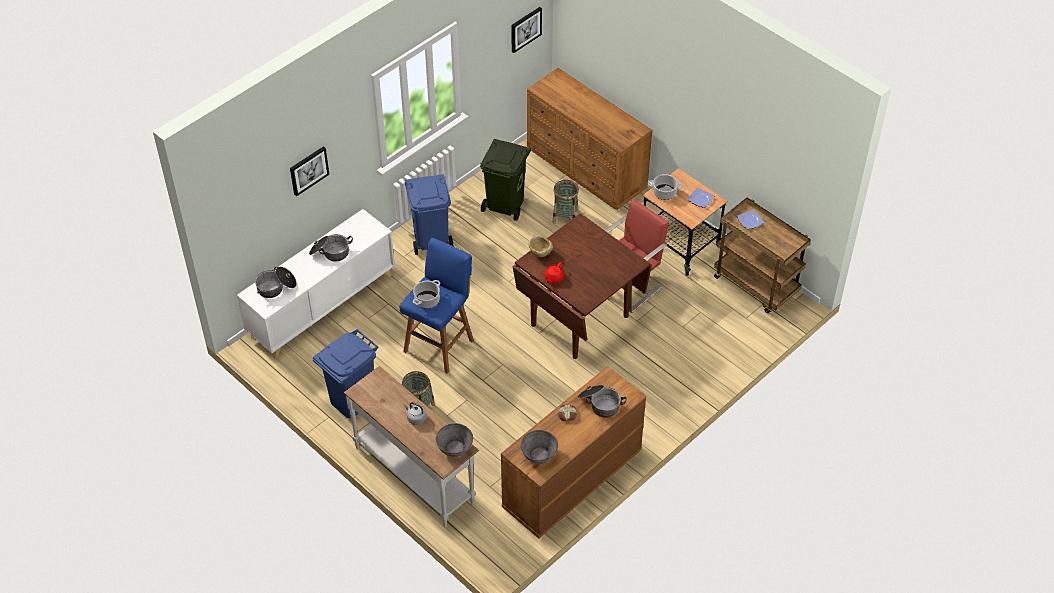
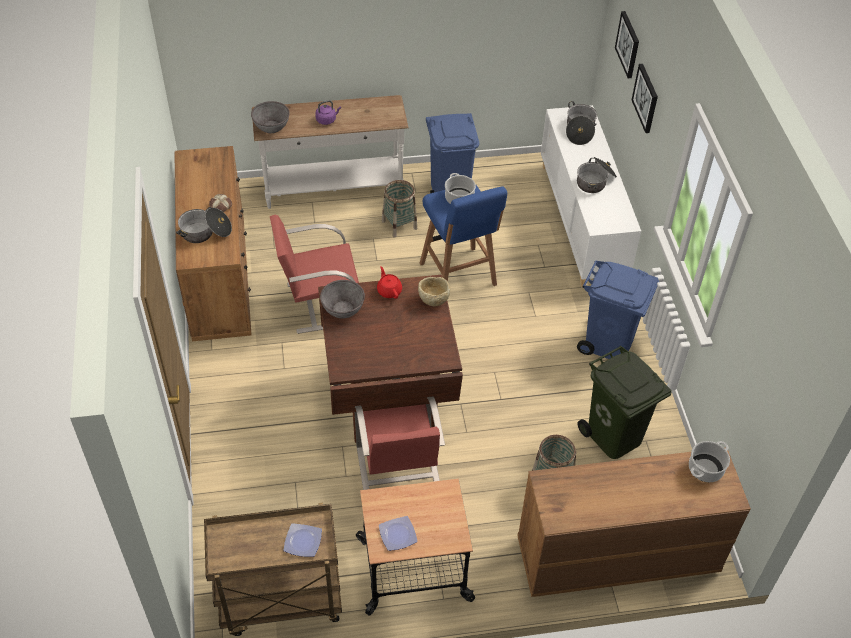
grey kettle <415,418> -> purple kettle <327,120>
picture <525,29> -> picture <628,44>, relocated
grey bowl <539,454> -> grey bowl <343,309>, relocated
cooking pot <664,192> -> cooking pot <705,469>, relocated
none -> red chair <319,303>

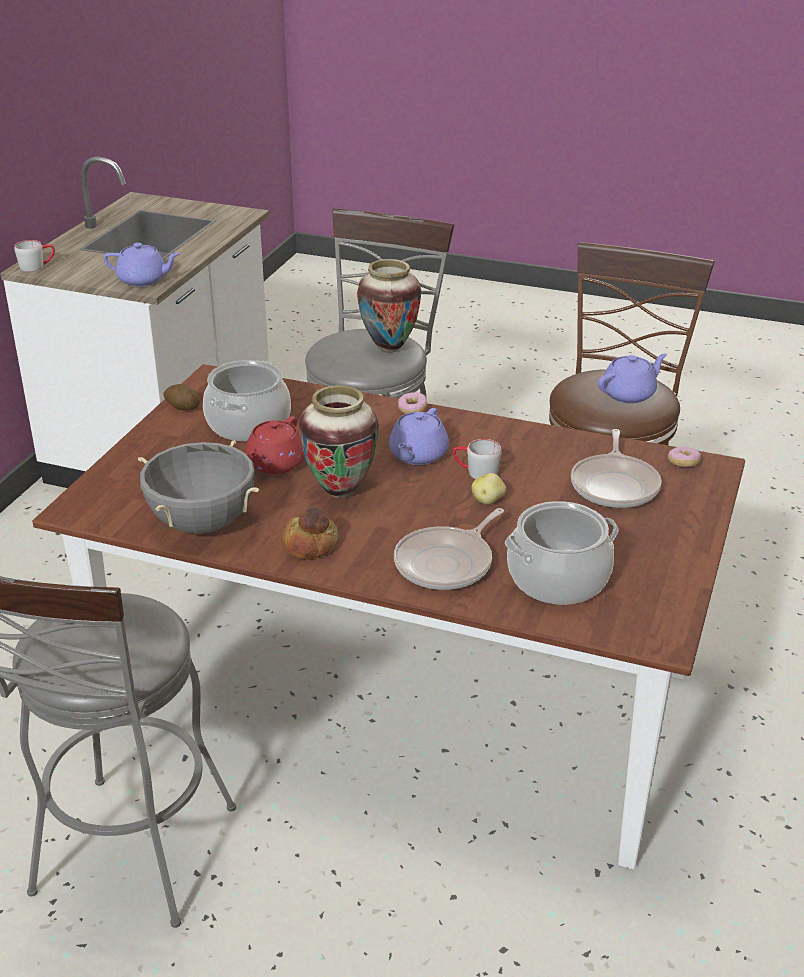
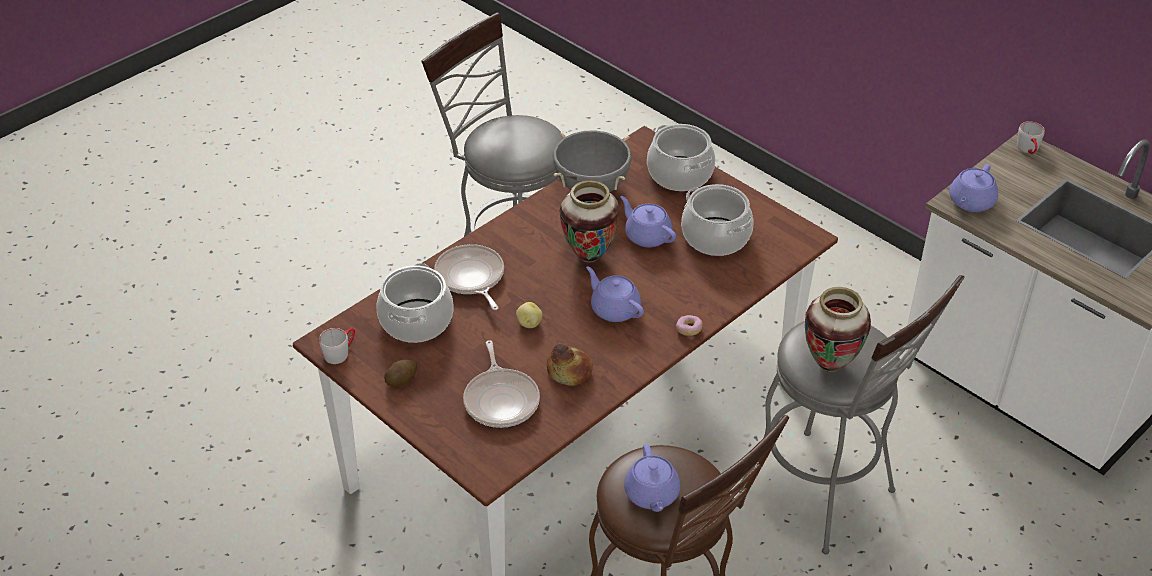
potato <182,407> -> potato <401,380>, relocated
red teapot <275,464> -> purple teapot <647,236>
bread <310,544> -> bread <569,372>, relocated
grey mug <475,472> -> grey mug <340,352>, relocated
frying pan <615,485> -> frying pan <501,400>, 135 degrees counterclockwise
donut <683,463> -> none
none -> cooking pot <679,174>

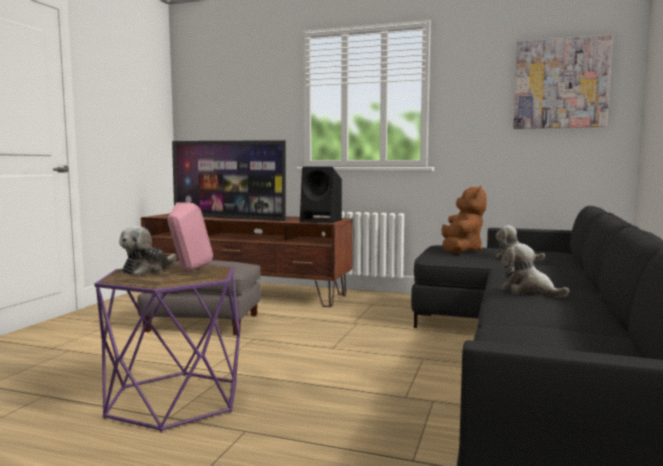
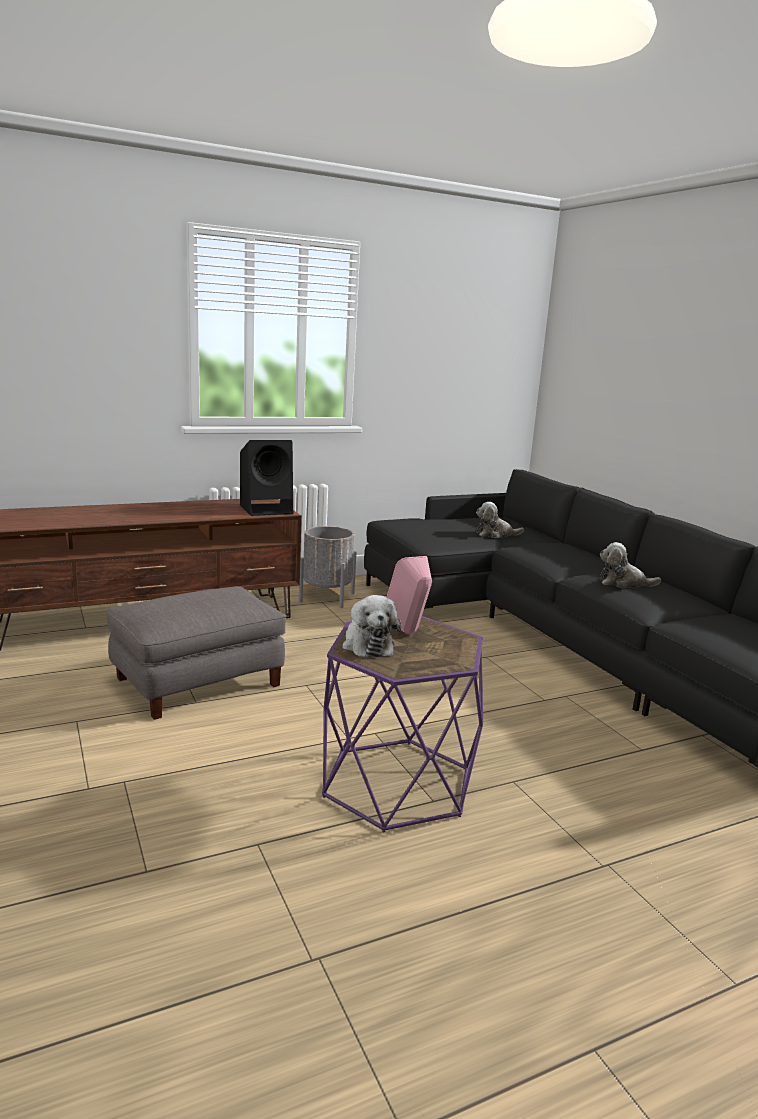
television <229,218> -> none
brown plush toy <461,251> -> none
picture <560,83> -> none
none -> grey planter <327,597>

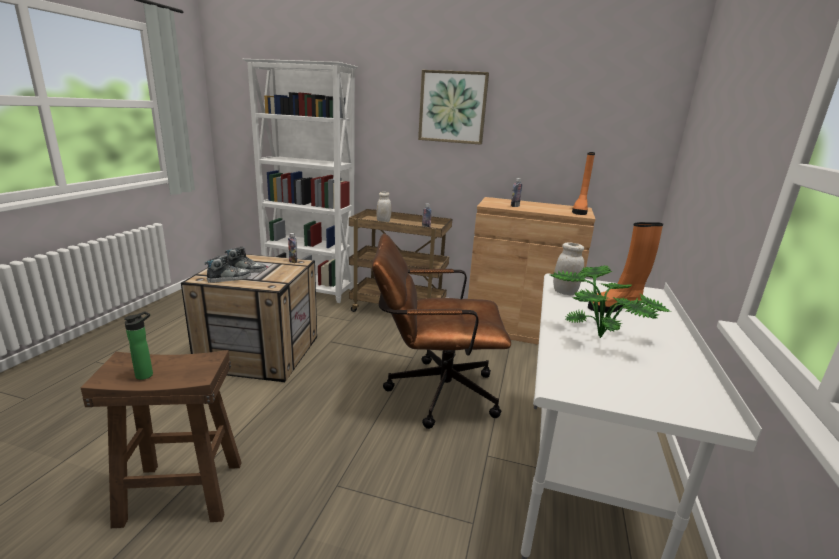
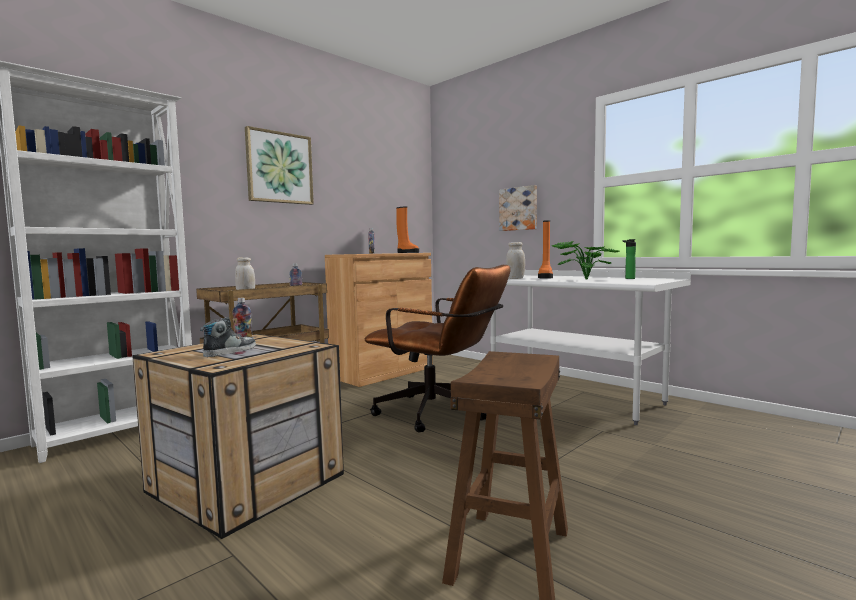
bottle <147,374> -> bottle <628,278>, relocated
shoe <229,278> -> none
brown office chair <432,392> -> brown office chair <440,414>, 90 degrees counterclockwise
none -> picture <519,209>

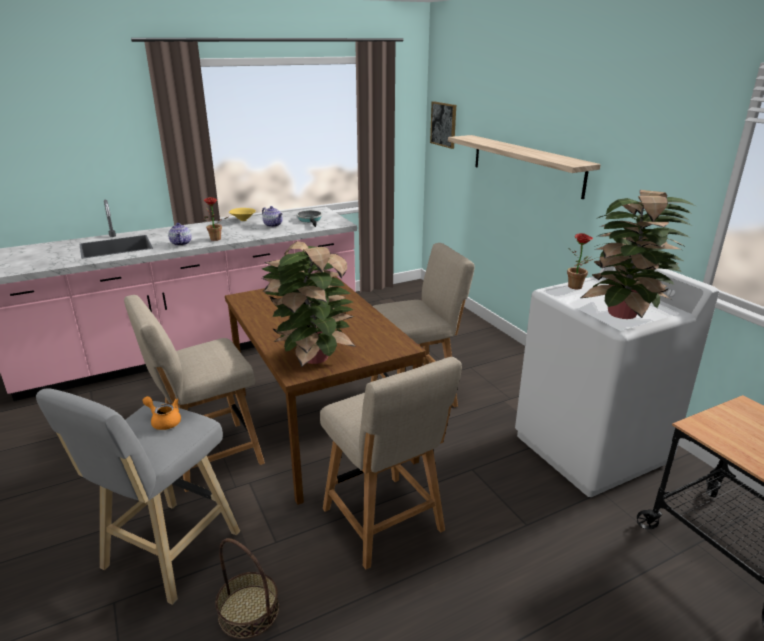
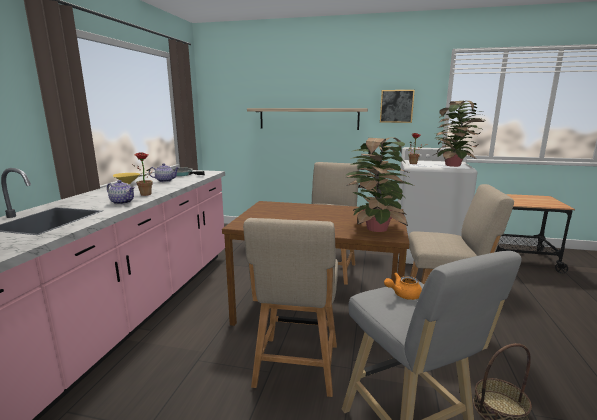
picture <444,124> -> picture <396,106>, relocated

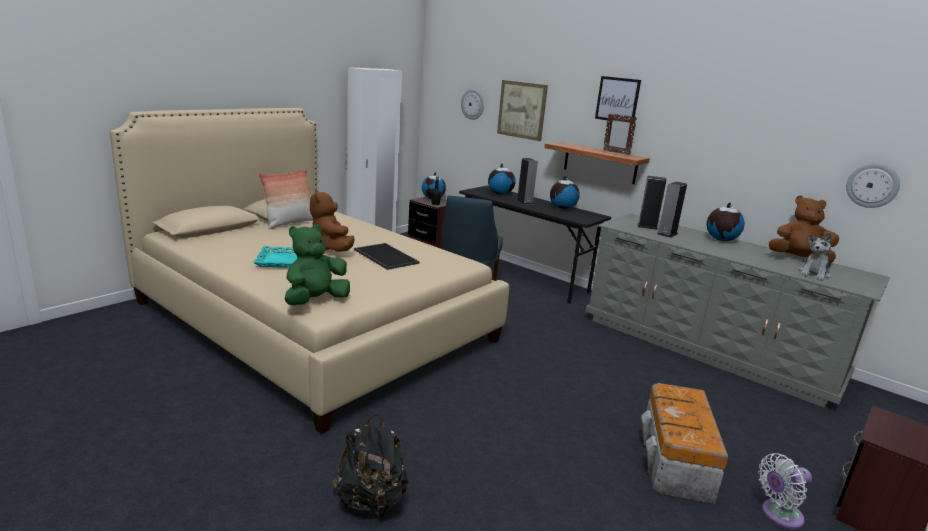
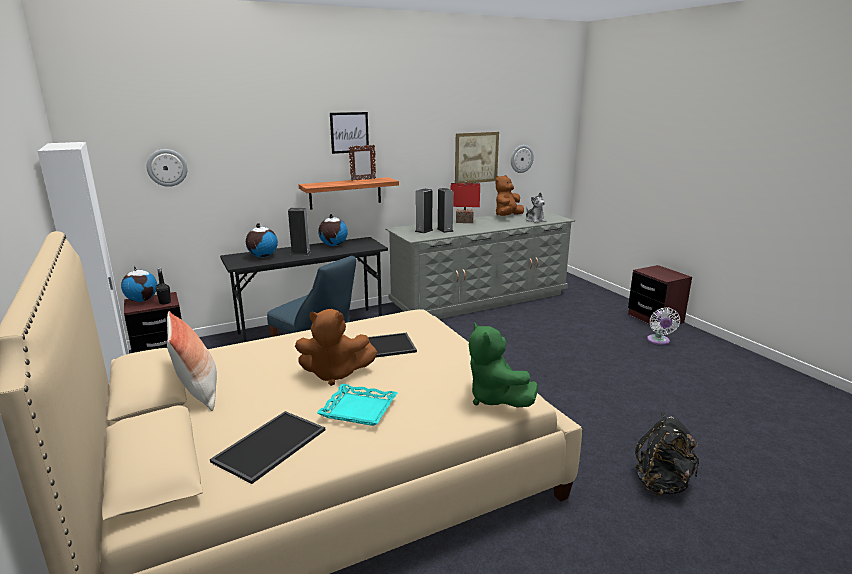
picture <521,110> -> picture <476,157>, relocated
storage box <675,461> -> none
globe <720,240> -> red table lamp <464,222>
none -> tray <270,446>

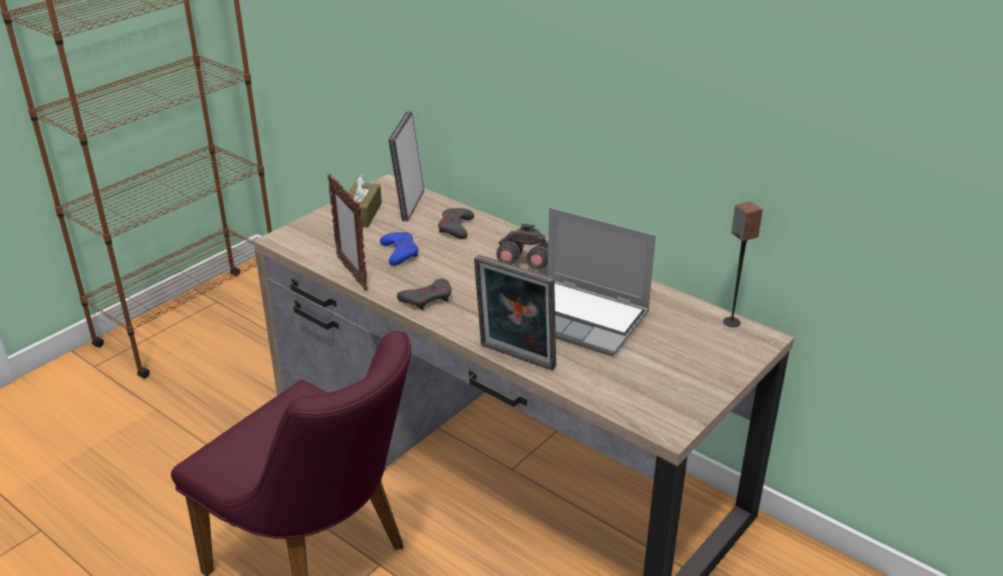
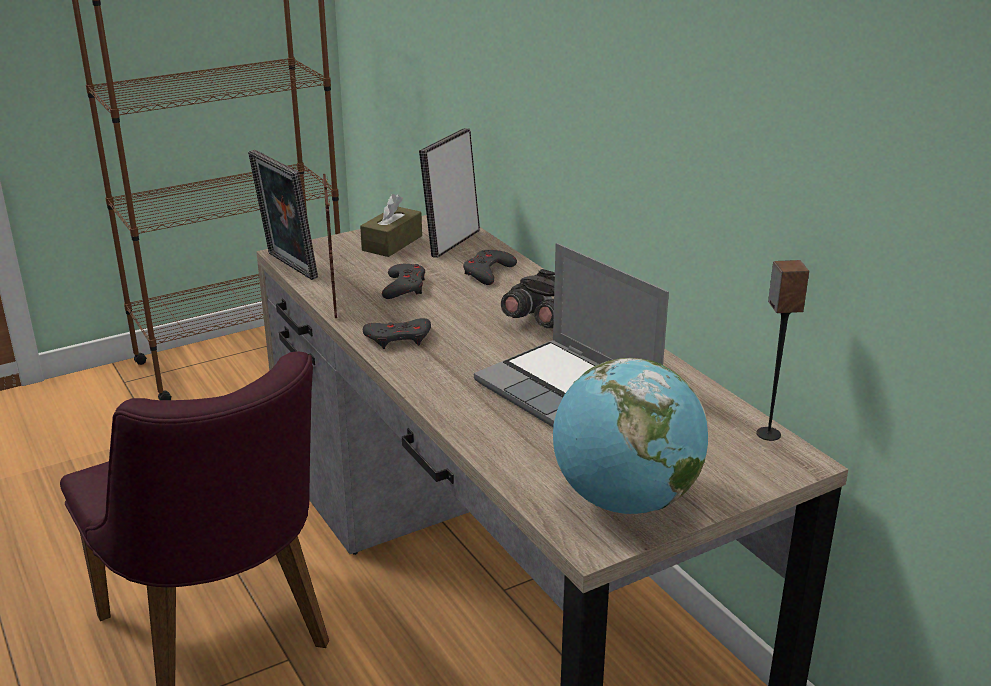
blue game controller <400,252> -> grey game controller <404,287>
picture frame <515,358> -> picture frame <288,267>, relocated
none -> globe <625,500>

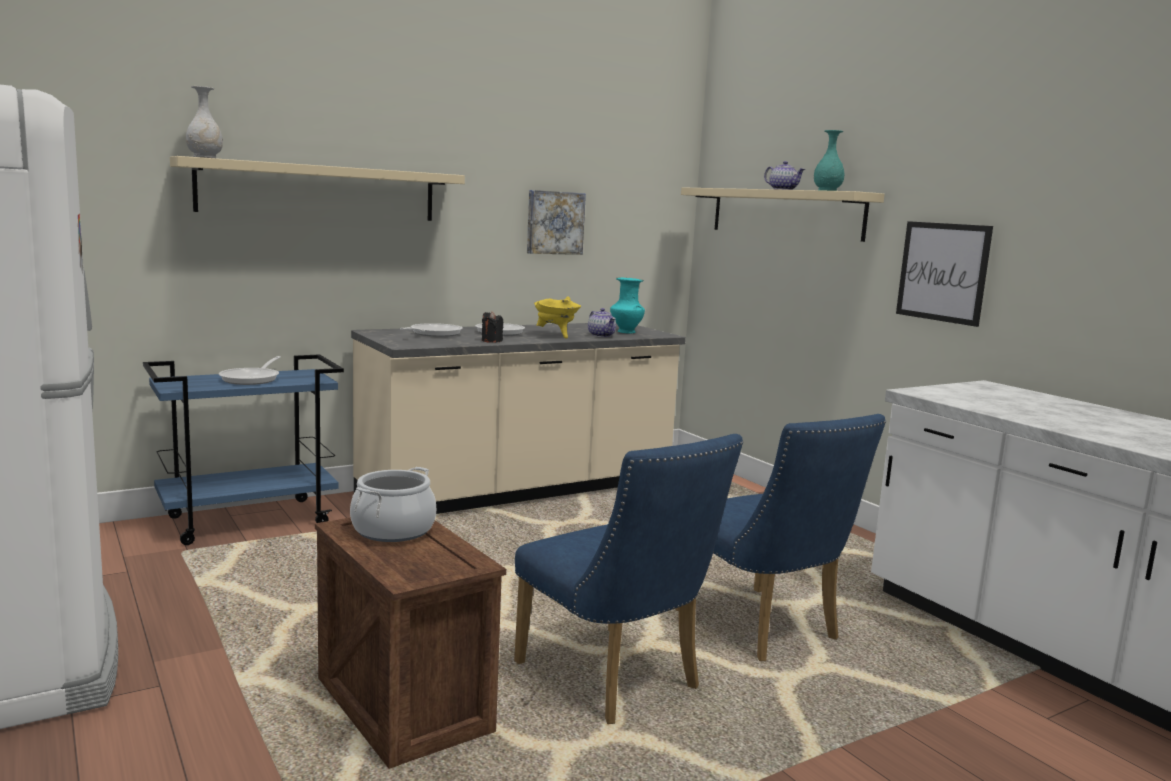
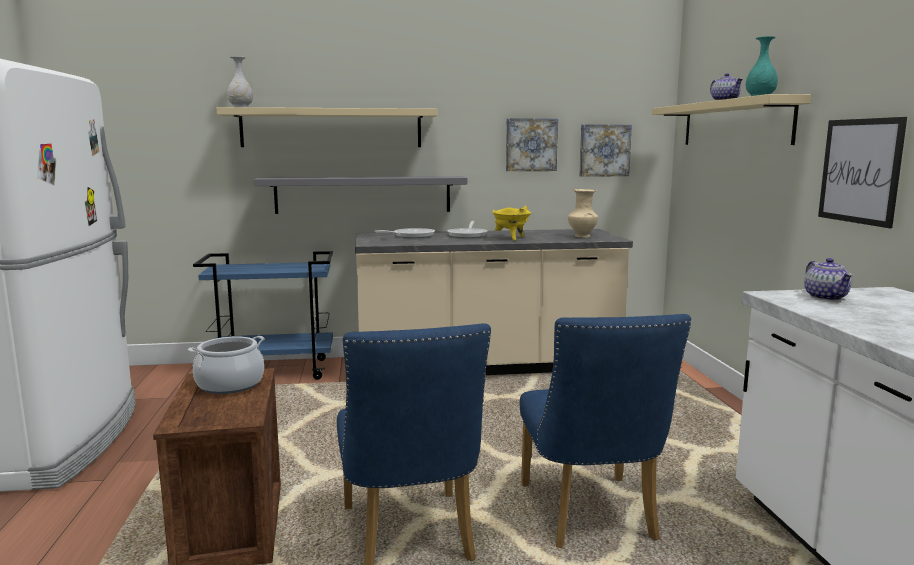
frying pan <253,379> -> none
black candle <491,341> -> none
teapot <601,335> -> teapot <826,297>, relocated
turquoise vase <625,332> -> beige vase <581,236>
none -> grey shelf <363,194>
none -> picture <604,150>

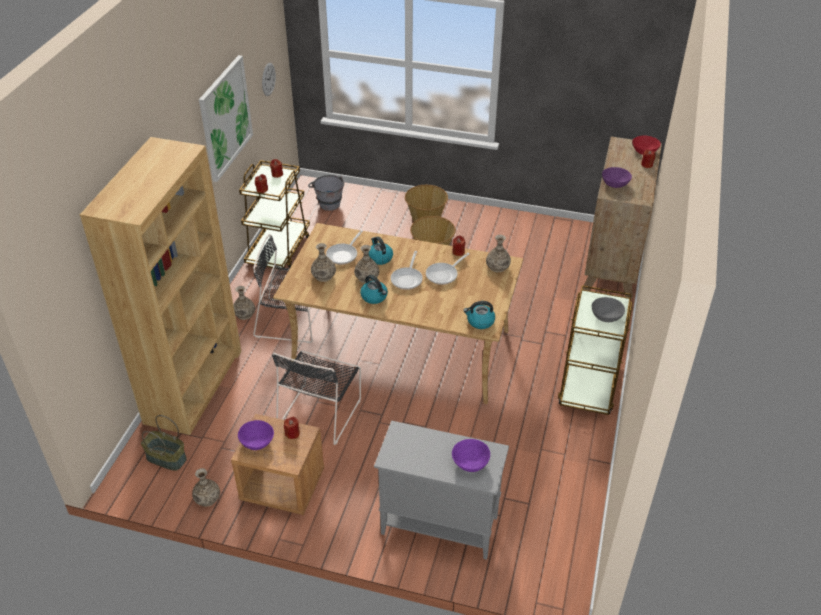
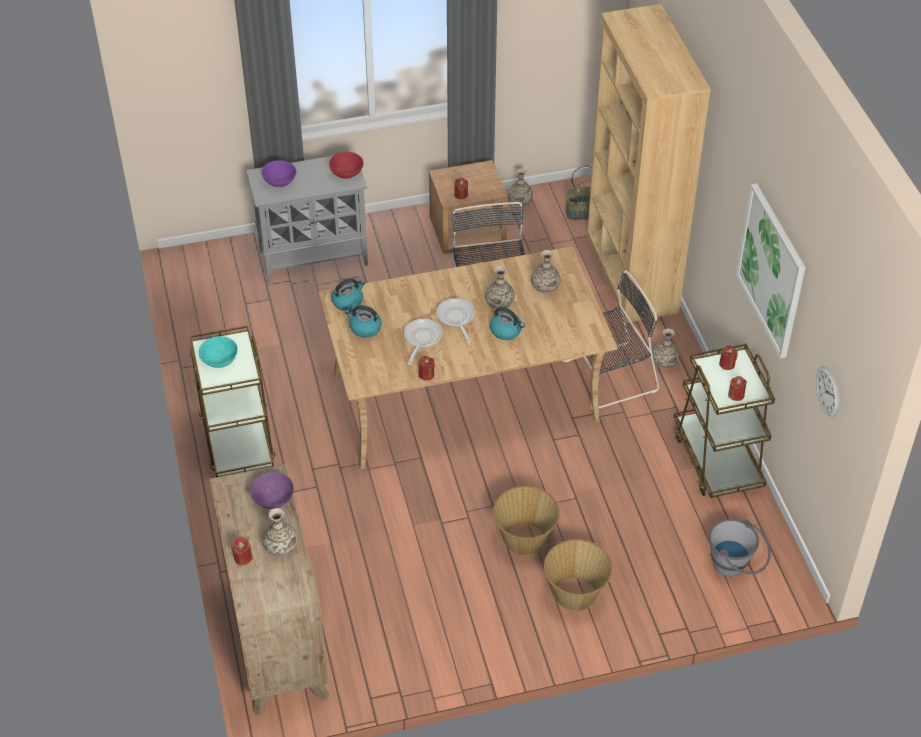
purple bowl <257,442> -> none
frying pan <343,255> -> none
kettle <374,297> -> kettle <364,328>, relocated
vase <497,267> -> vase <280,546>, relocated
grey bowl <606,316> -> turquoise bowl <219,360>
red bowl <644,151> -> red bowl <347,173>, relocated

